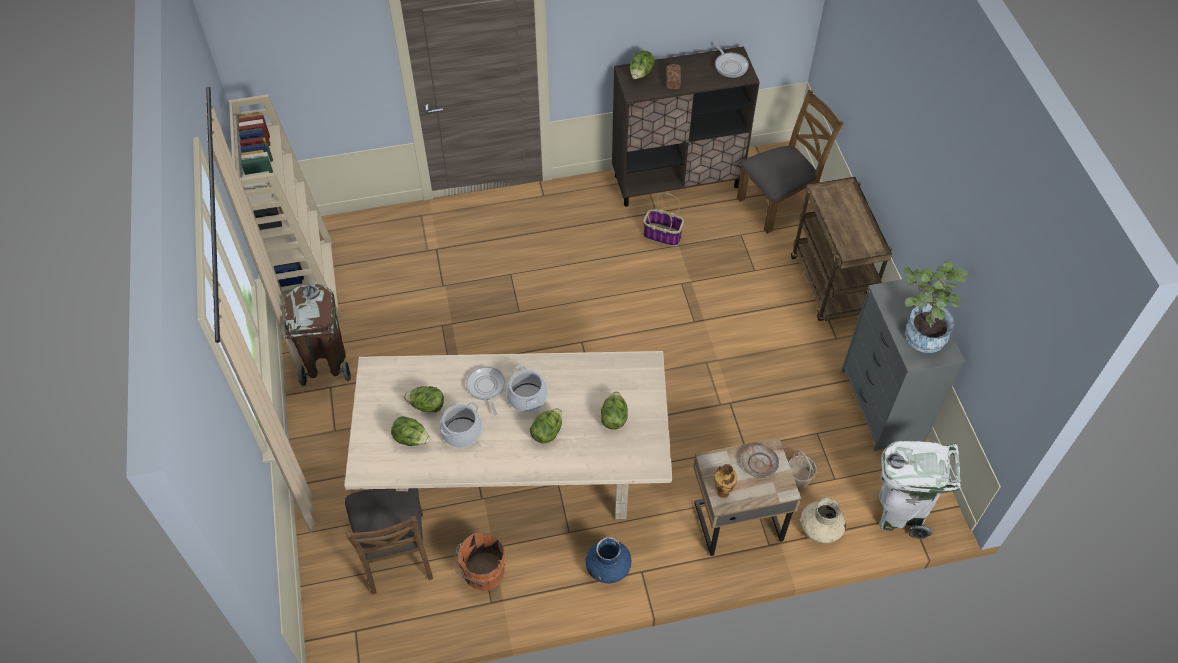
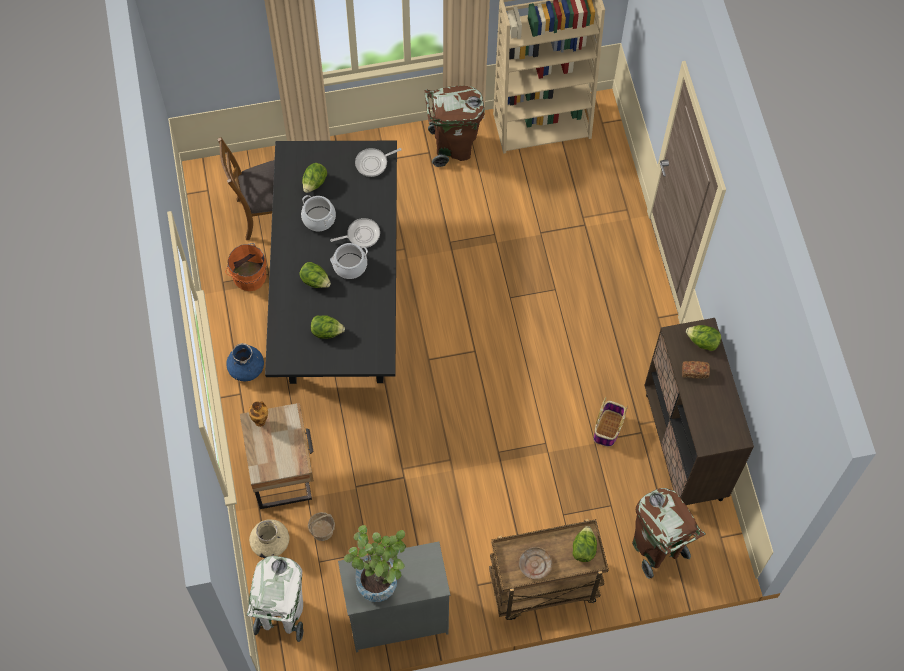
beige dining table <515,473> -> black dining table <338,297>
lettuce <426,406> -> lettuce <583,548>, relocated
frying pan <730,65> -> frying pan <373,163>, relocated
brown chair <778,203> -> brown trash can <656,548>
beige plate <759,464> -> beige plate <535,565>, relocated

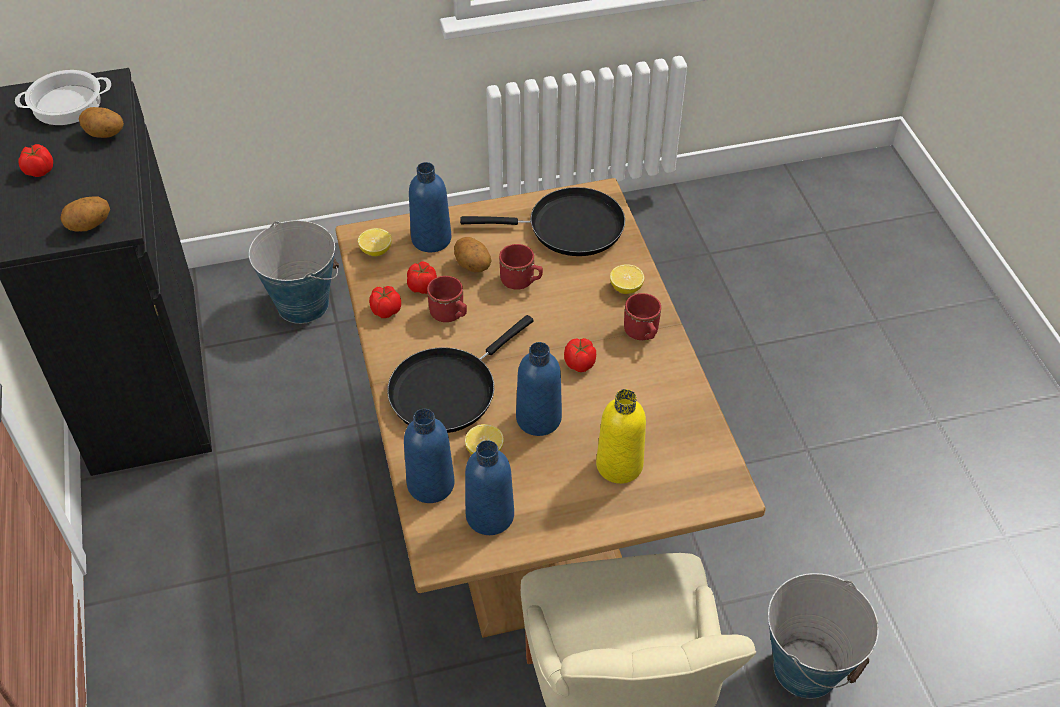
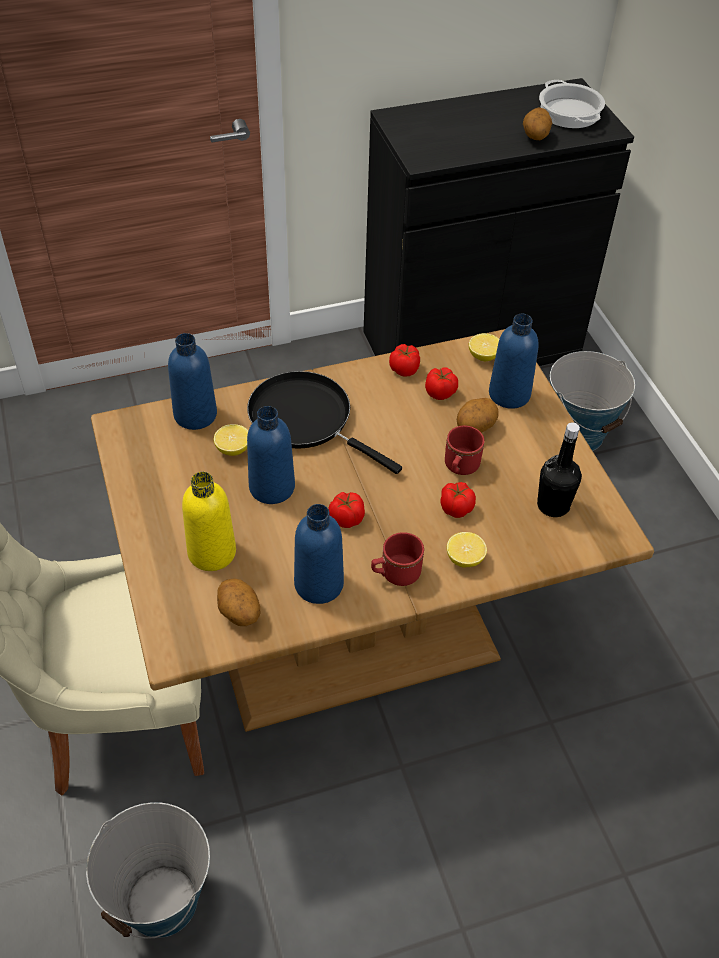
tomato <39,171> -> tomato <455,508>, relocated
potato <90,226> -> potato <239,614>, relocated
red mug <450,315> -> none
black frying pan <568,227> -> black bottle <553,505>
blue bottle <490,515> -> blue bottle <319,584>, relocated

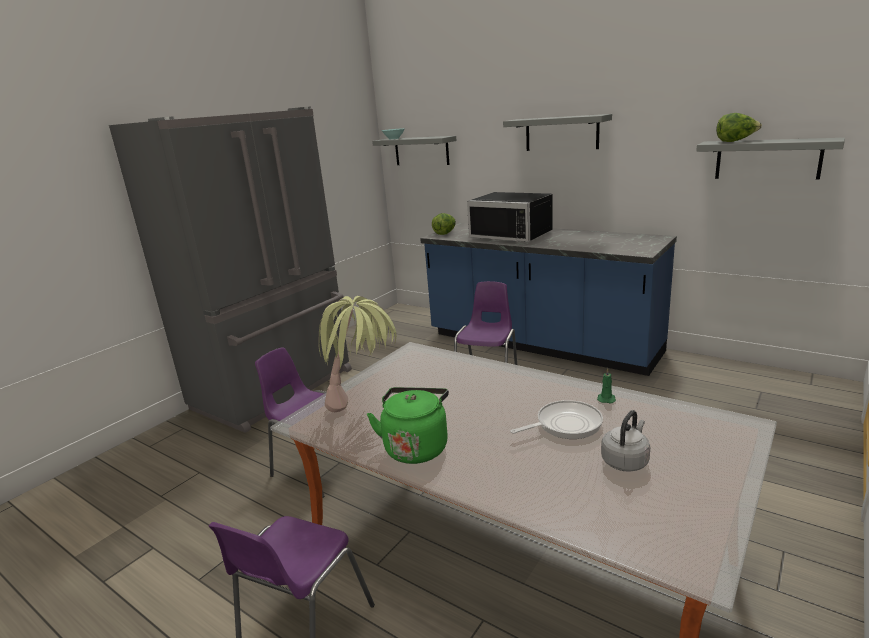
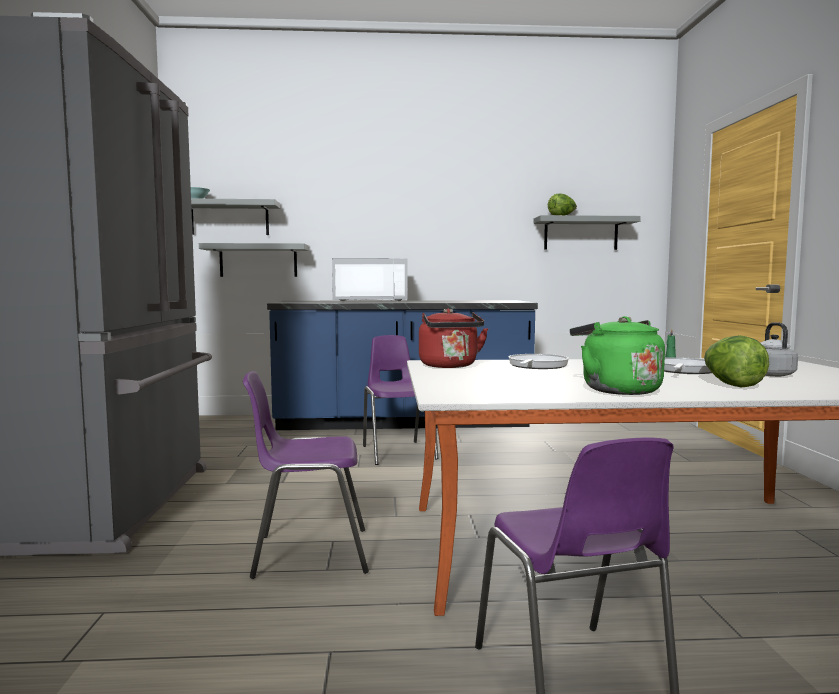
potted plant <364,405> -> none
lettuce <445,233> -> lettuce <731,385>, relocated
black microwave <514,234> -> white microwave <372,301>
grey shelf <561,133> -> grey shelf <258,260>, relocated
none -> red kettle <450,366>
none -> frying pan <536,366>

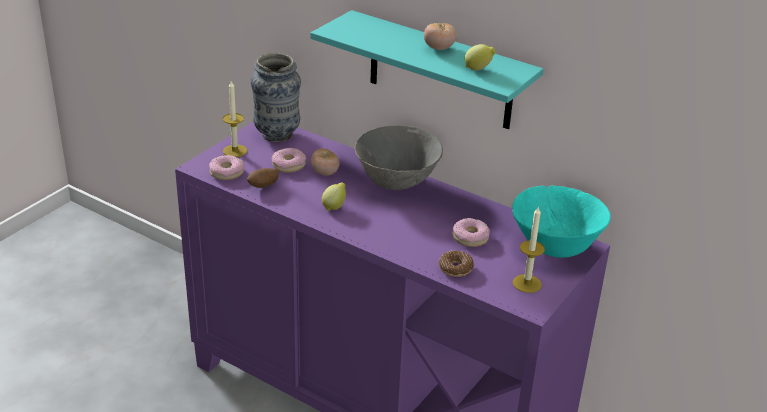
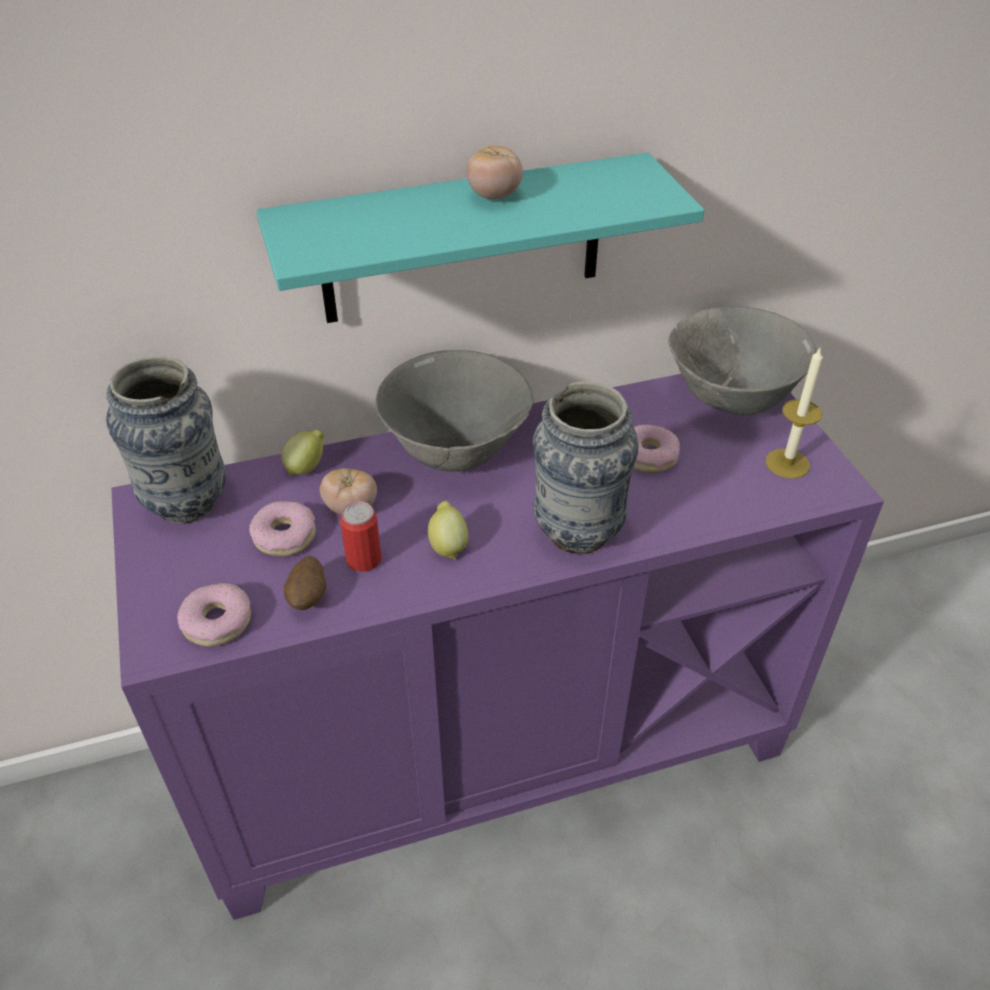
candle <235,151> -> none
donut <455,268> -> none
lemon <478,69> -> lemon <307,467>, relocated
turquoise bowl <555,248> -> grey bowl <731,400>
none -> can <364,559>
none -> vase <577,533>

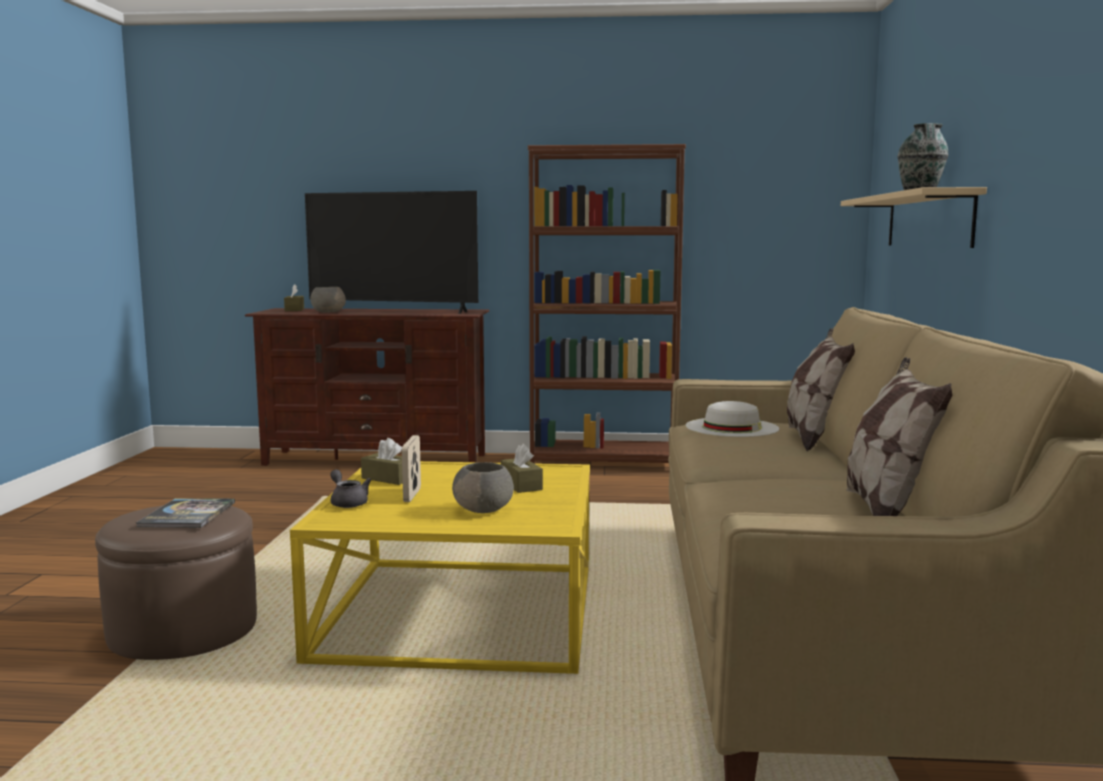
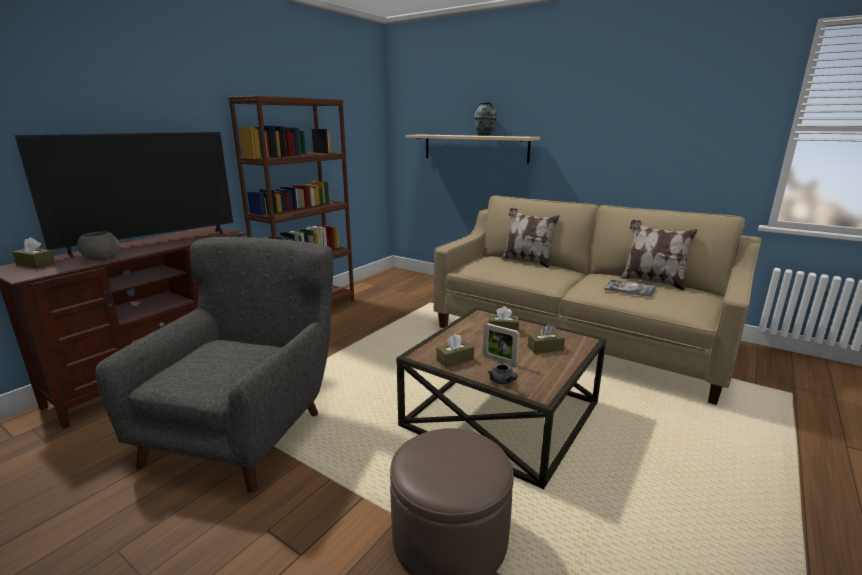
book <187,515> -> book <630,289>, relocated
yellow coffee table <462,612> -> brown coffee table <502,413>
grey teapot <348,502> -> grey teapot <503,382>, 105 degrees counterclockwise
grey bowl <484,510> -> brown tissue box <545,348>
white hat <732,427> -> none
none -> grey armchair <245,431>

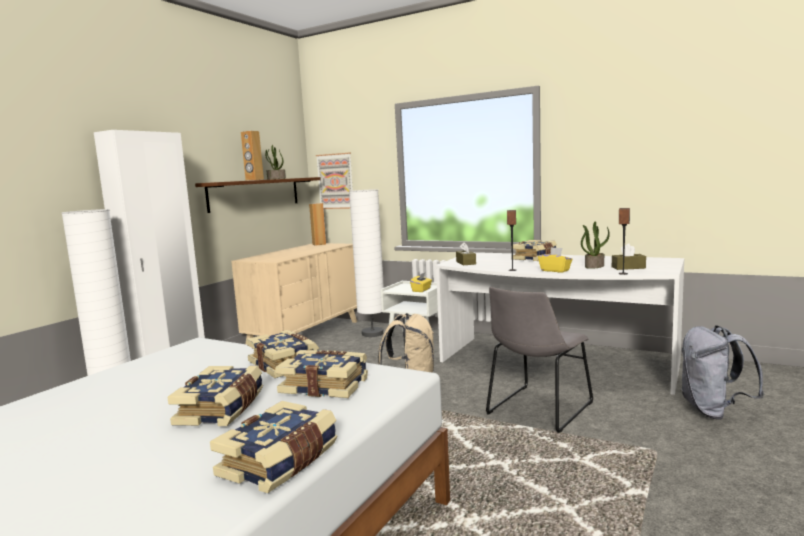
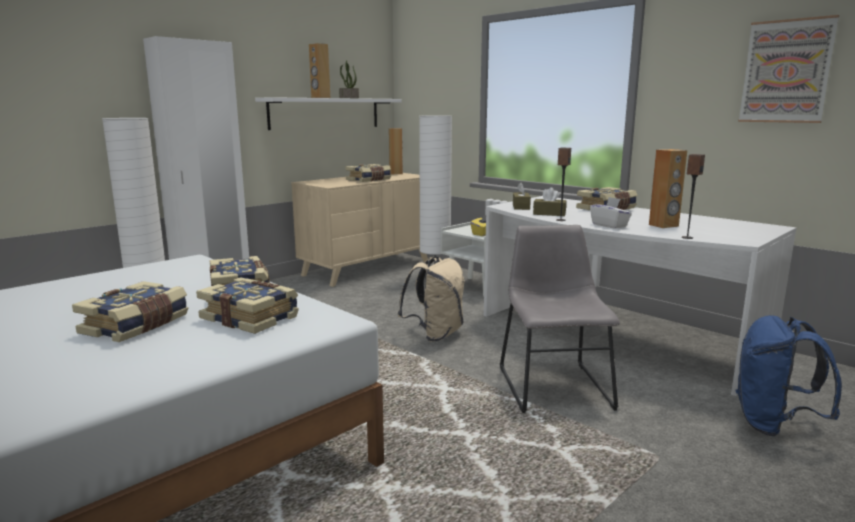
brown shelf <255,194> -> white shelf <325,113>
book <281,462> -> book <369,180>, relocated
picture <335,181> -> picture <786,71>, relocated
grey chair <537,409> -> grey chair <552,385>, 120 degrees clockwise
yellow tissue box <555,270> -> white tissue box <609,225>
potted plant <594,266> -> brown speaker <664,225>
brown tissue box <628,267> -> brown tissue box <549,214>, relocated
grey backpack <714,411> -> blue backpack <773,425>

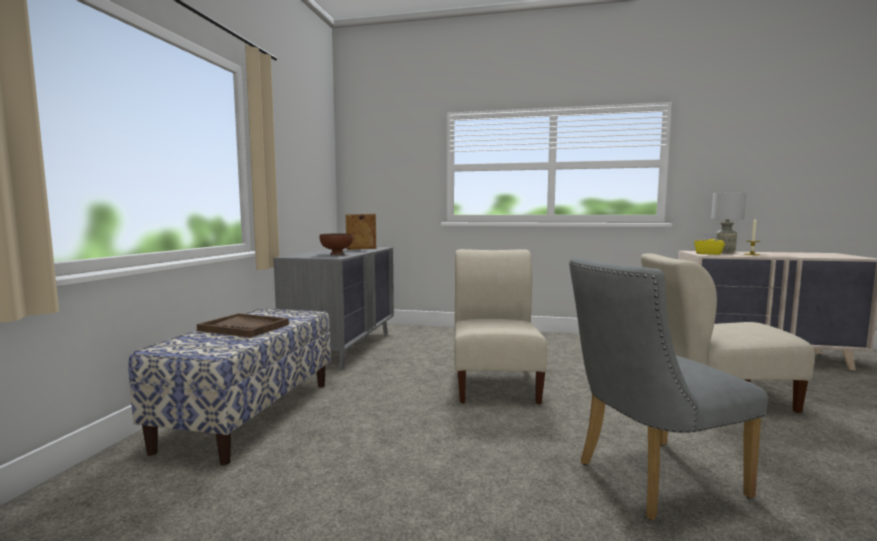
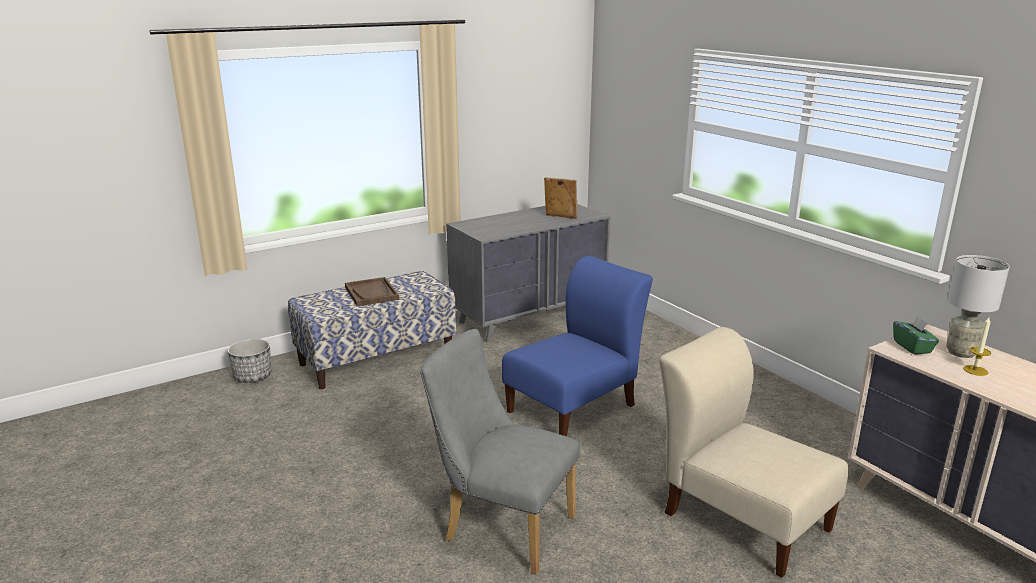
brown bowl <336,254> -> none
beige chair <495,382> -> blue chair <575,406>
yellow tissue box <708,254> -> green tissue box <912,347>
none -> planter <253,377>

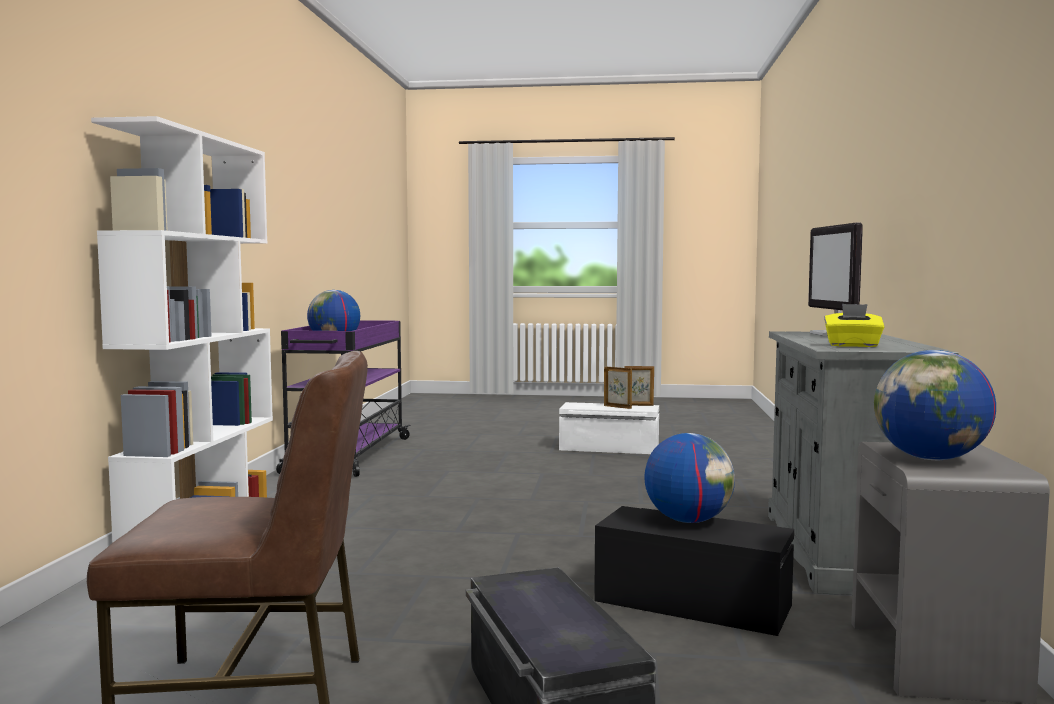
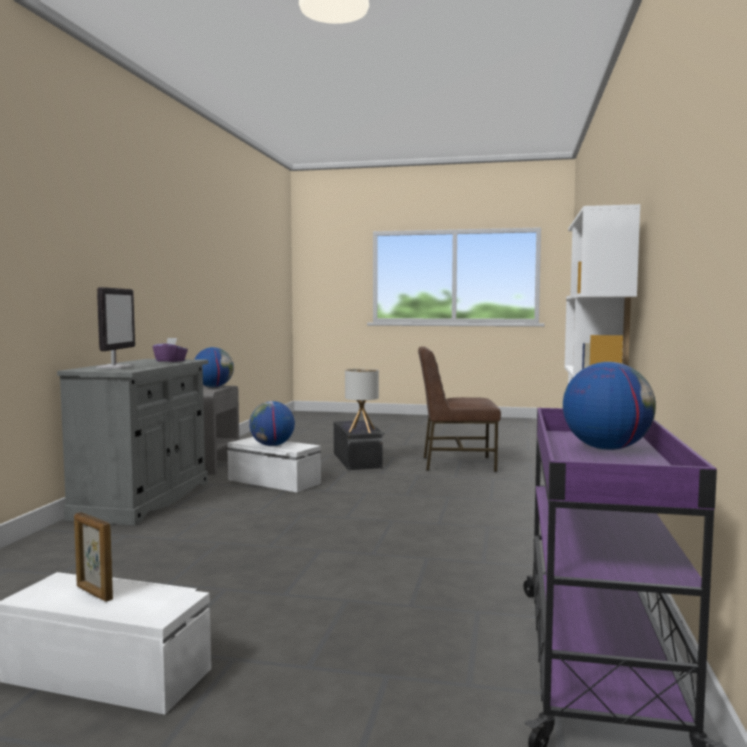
black storage box <693,602> -> white storage box <273,482>
picture frame <638,405> -> none
yellow tissue box <853,345> -> purple tissue box <170,361>
none -> table lamp <361,430>

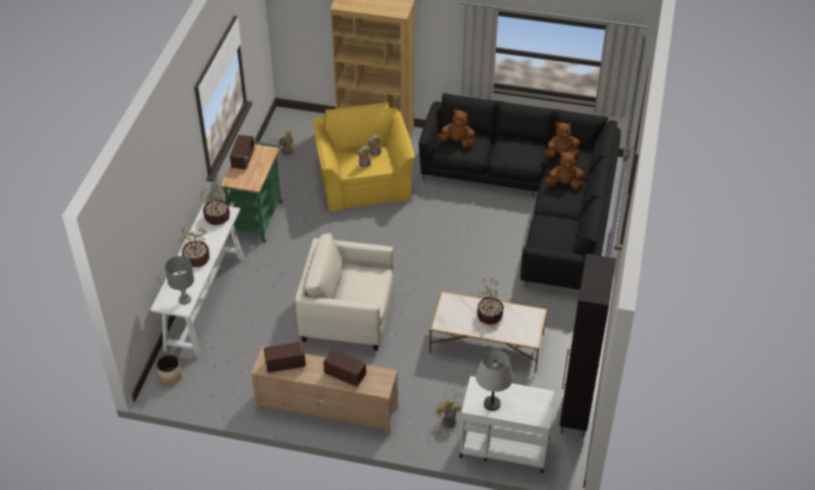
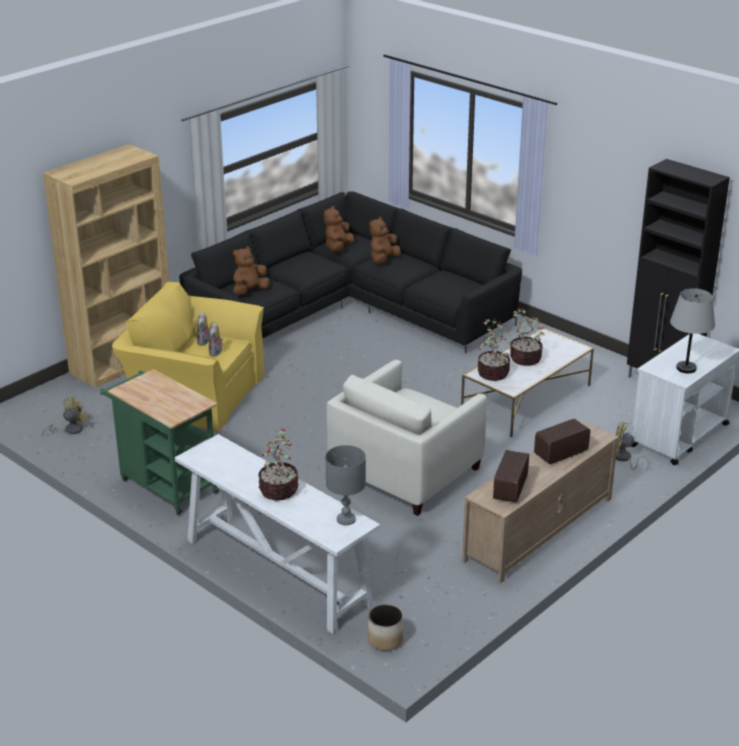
potted plant <217,217> -> potted plant <492,373>, relocated
radio <243,159> -> none

